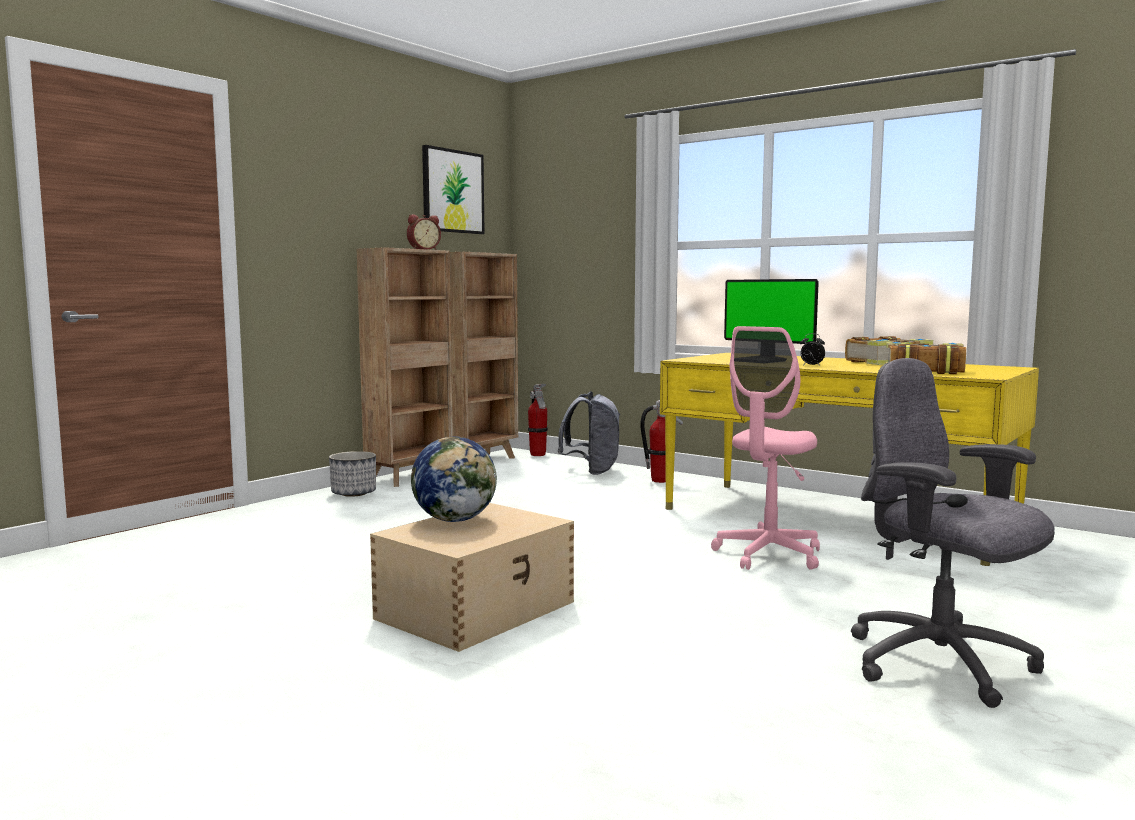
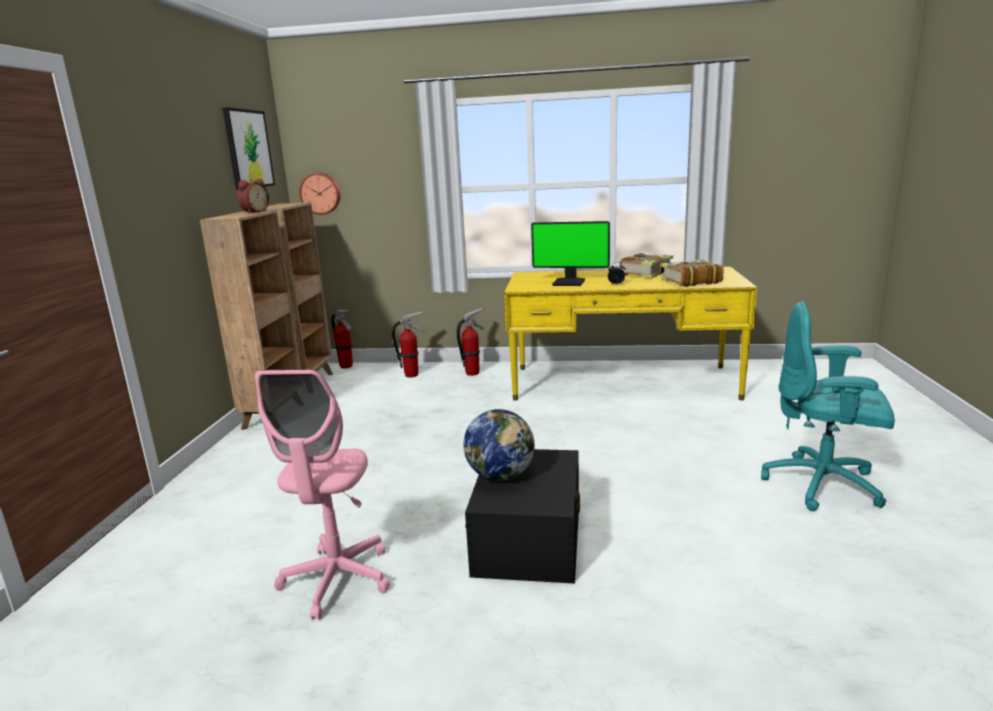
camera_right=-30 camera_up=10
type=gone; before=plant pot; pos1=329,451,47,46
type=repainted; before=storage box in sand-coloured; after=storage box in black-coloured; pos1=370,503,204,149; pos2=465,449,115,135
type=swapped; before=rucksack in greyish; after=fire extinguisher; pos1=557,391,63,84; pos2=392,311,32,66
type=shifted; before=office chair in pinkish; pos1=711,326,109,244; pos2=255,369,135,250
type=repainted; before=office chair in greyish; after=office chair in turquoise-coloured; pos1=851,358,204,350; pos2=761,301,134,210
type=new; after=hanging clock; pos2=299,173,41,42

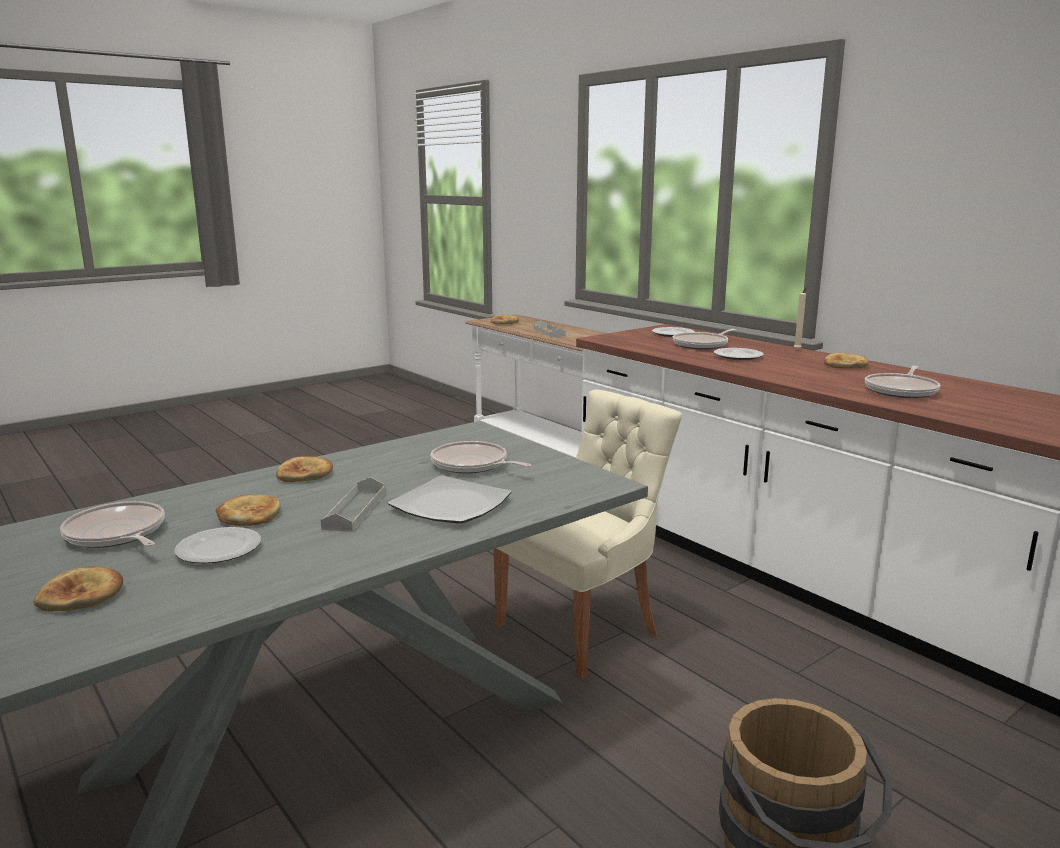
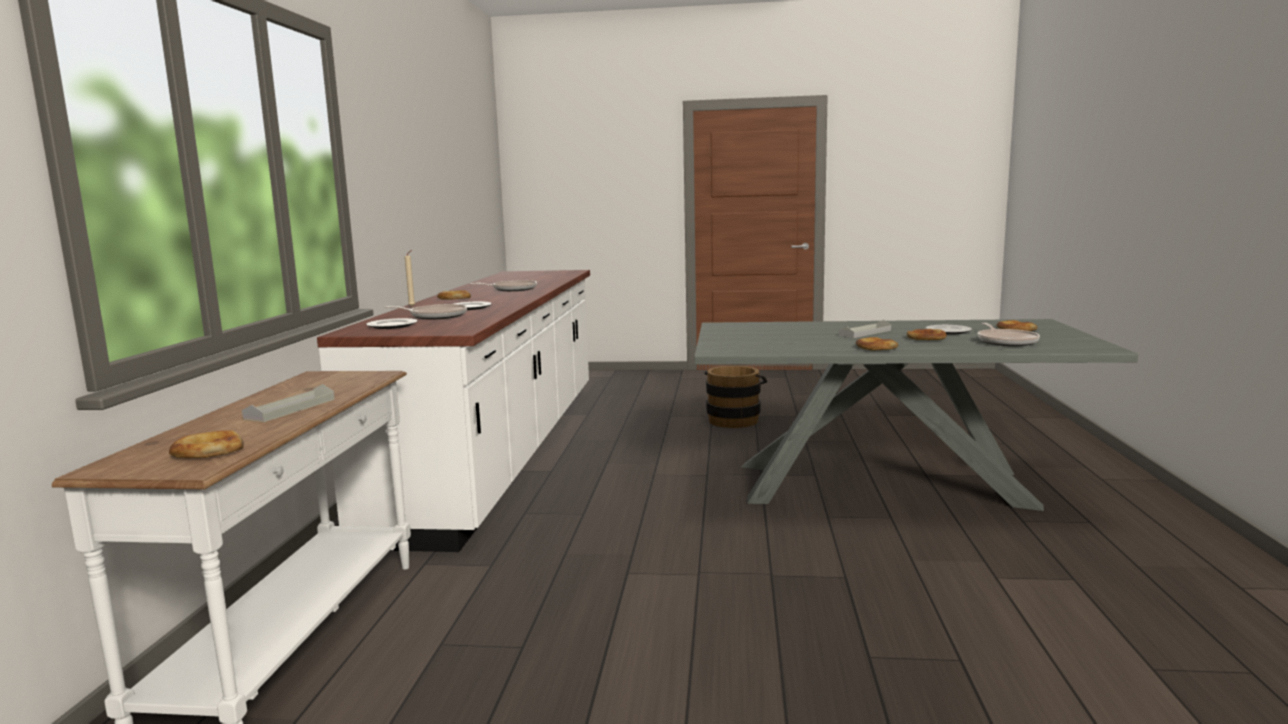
camera_right=-135 camera_up=-5
type=gone; before=dinner plate; pos1=388,475,124,49
type=gone; before=frying pan; pos1=431,441,101,32
type=gone; before=plain chair in sand-coloured; pos1=494,390,188,289

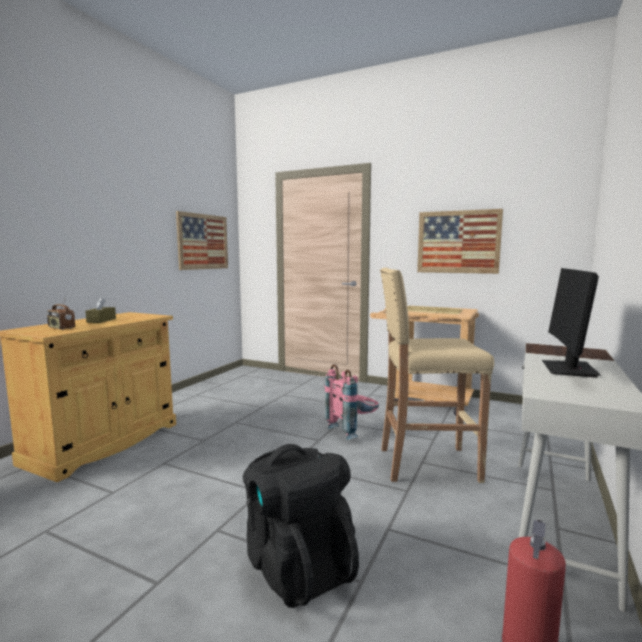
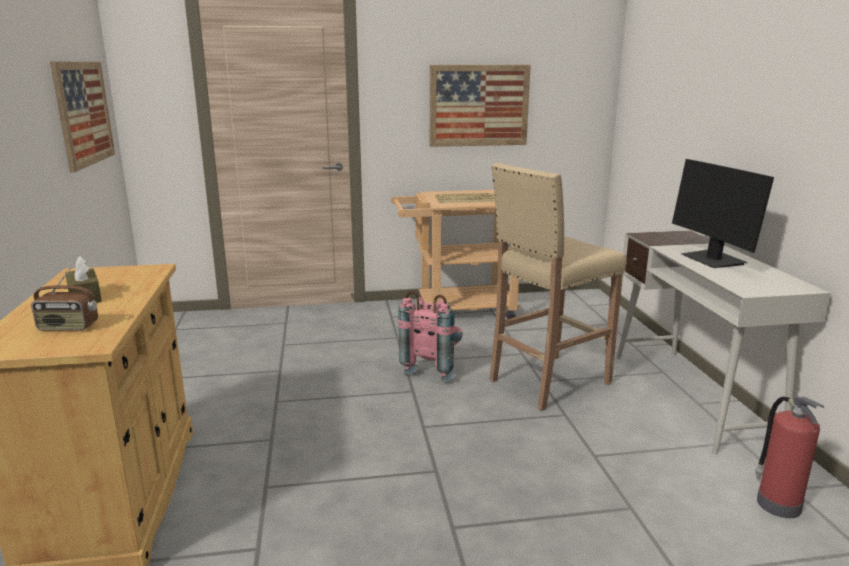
camera_right=-35 camera_up=10
type=gone; before=rucksack in black-coloured; pos1=243,444,116,164

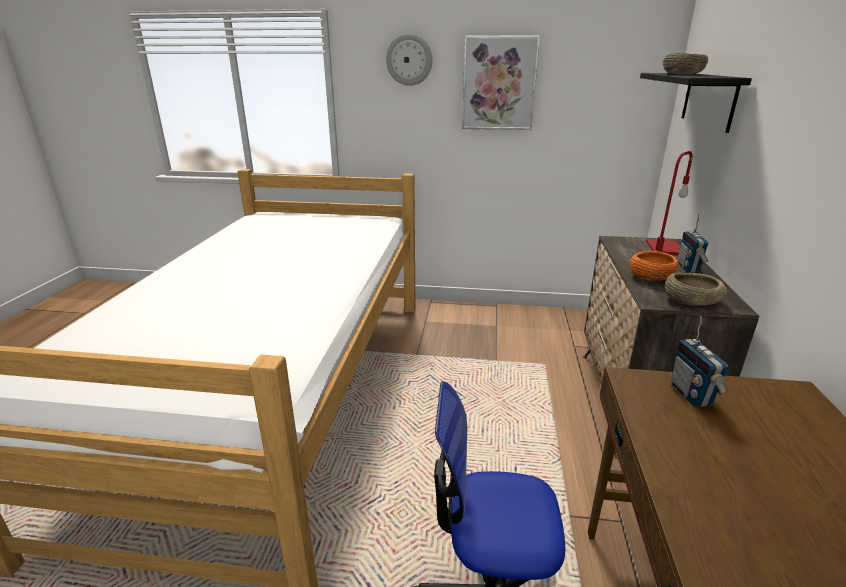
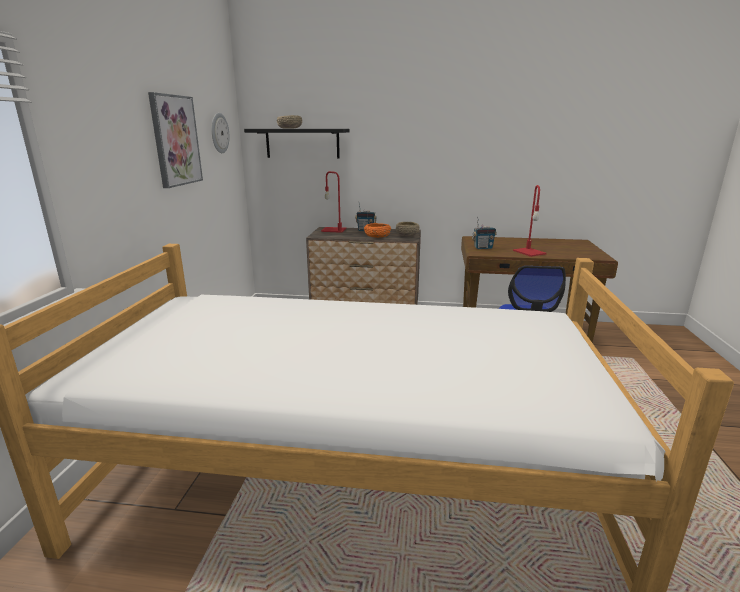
camera_right=-90 camera_up=-5
type=shifted; before=hanging clock; pos1=386,34,46,52; pos2=211,113,19,40
type=new; after=lamp for a table in red; pos2=513,185,34,72

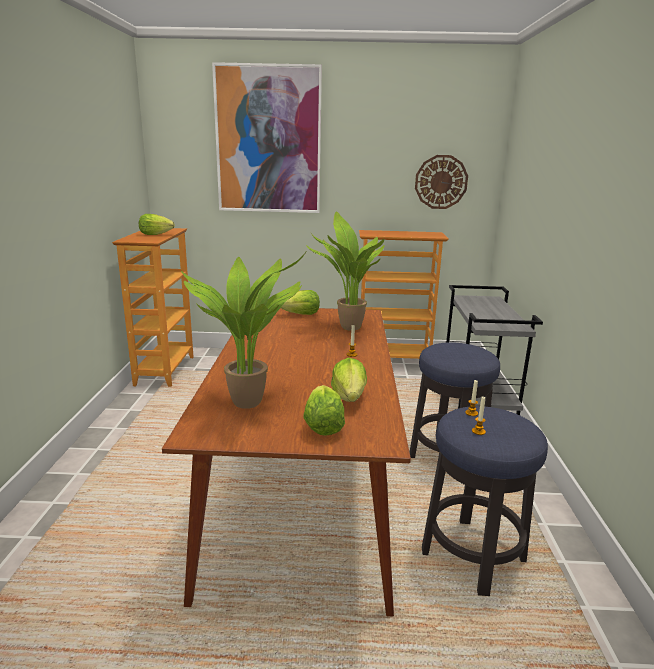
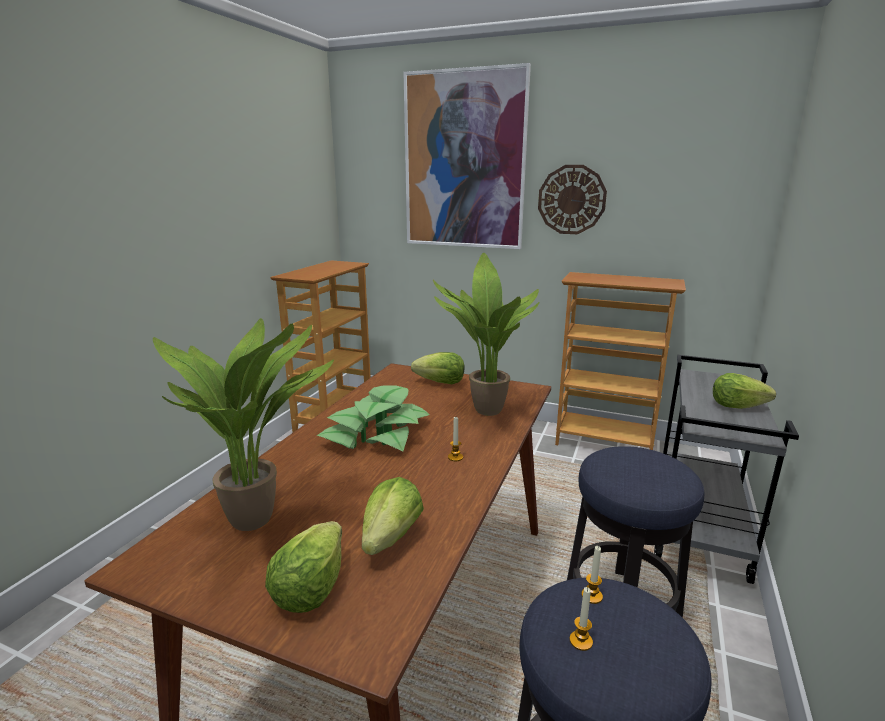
camera_right=20 camera_up=0
type=shifted; before=head of lettuce; pos1=139,214,36,21; pos2=713,373,63,36
type=shifted; before=hanging clock; pos1=415,155,53,54; pos2=538,165,69,69
type=new; after=plant in a pot; pos2=317,385,113,66

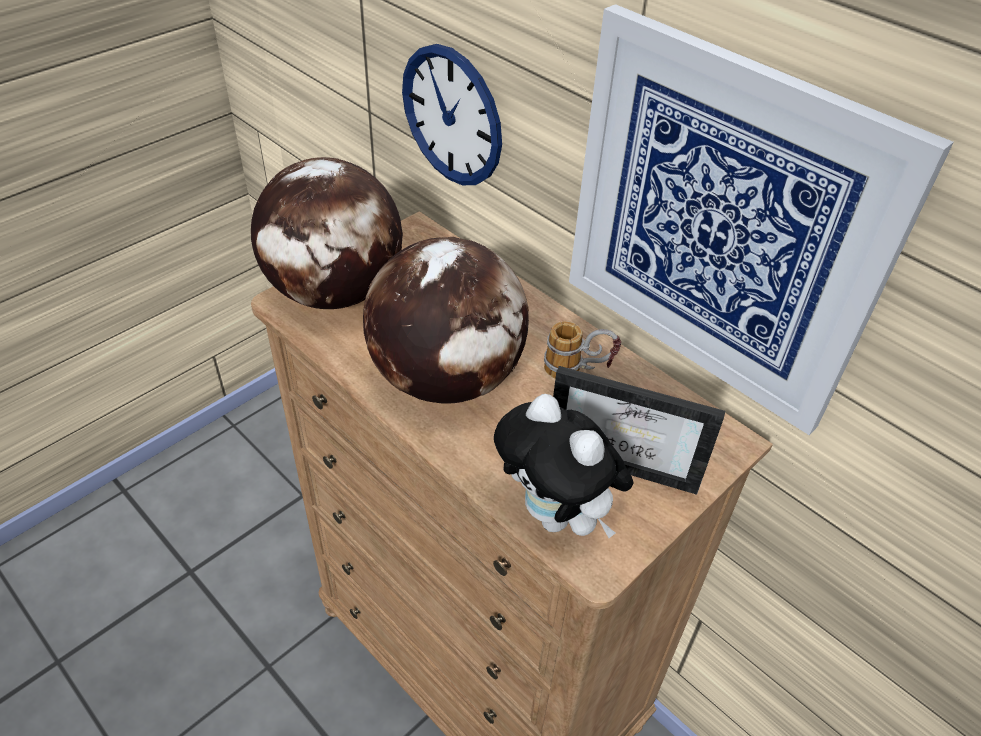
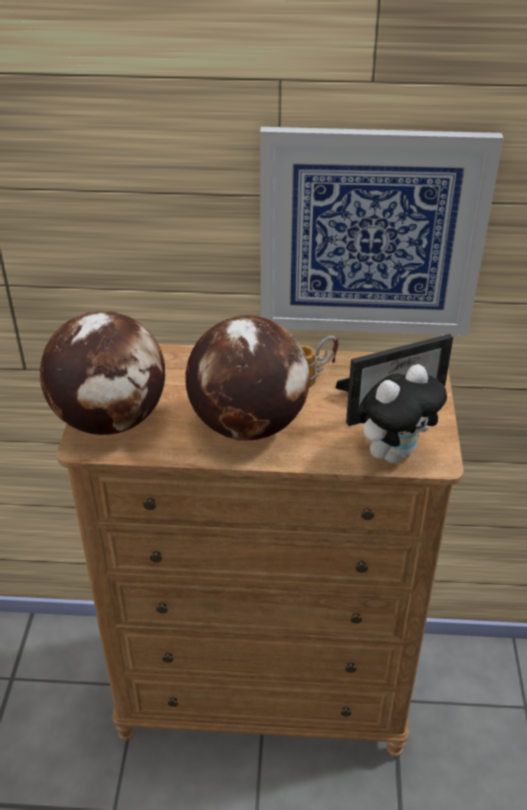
camera_right=-40 camera_up=-5
type=gone; before=hanging clock; pos1=402,44,100,141
type=rotated; before=soft toy; pos1=494,394,140,144; pos2=355,364,92,99; turn=-45

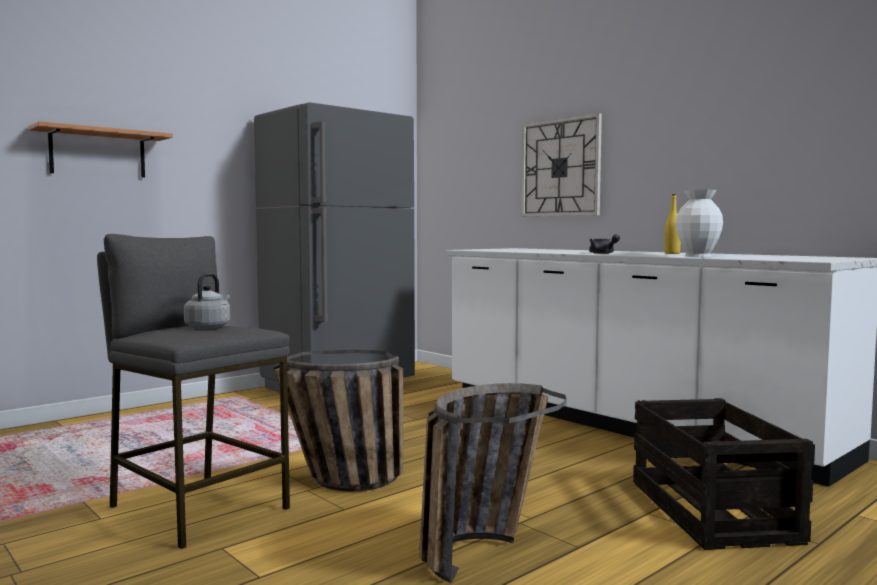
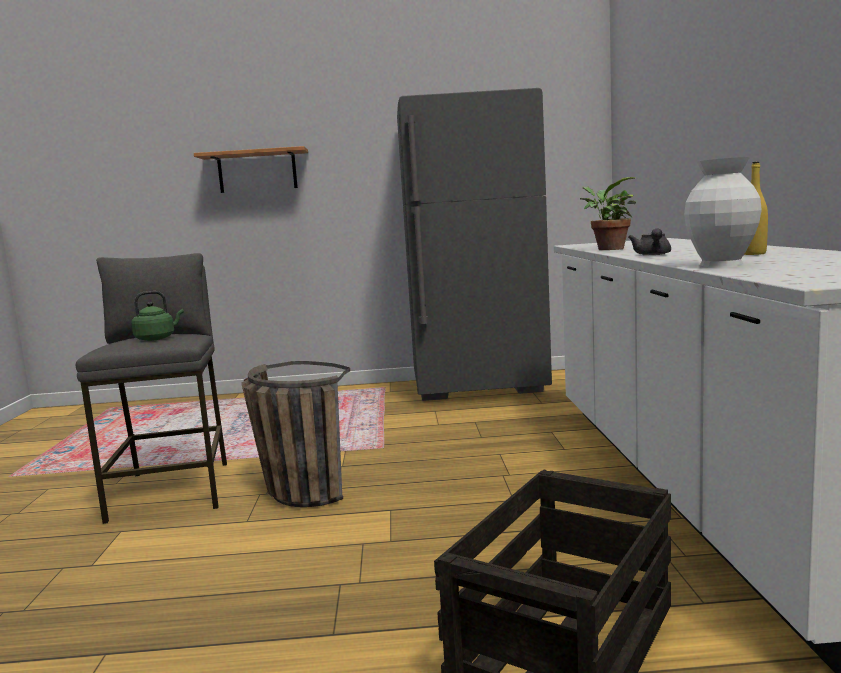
camera_right=40 camera_up=5
type=repainted; before=tea kettle in greyish; after=tea kettle in green-coloured; pos1=184,273,46,56; pos2=131,291,53,50
type=gone; before=storage basket; pos1=419,383,148,200
type=gone; before=hanging clock; pos1=521,113,81,104
type=new; after=plant in a pot; pos2=580,177,57,73

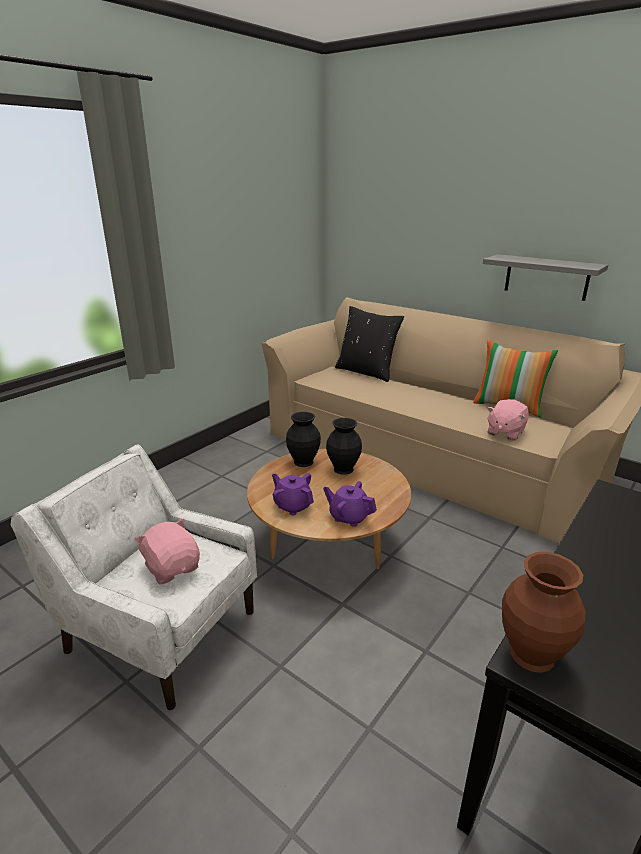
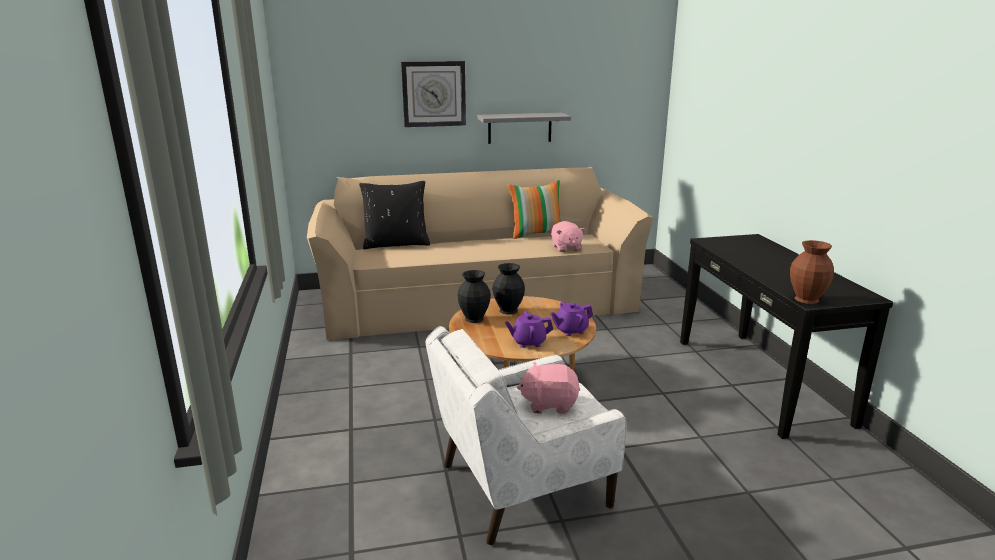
camera_right=-50 camera_up=-5
type=new; after=hanging clock; pos2=401,61,65,66

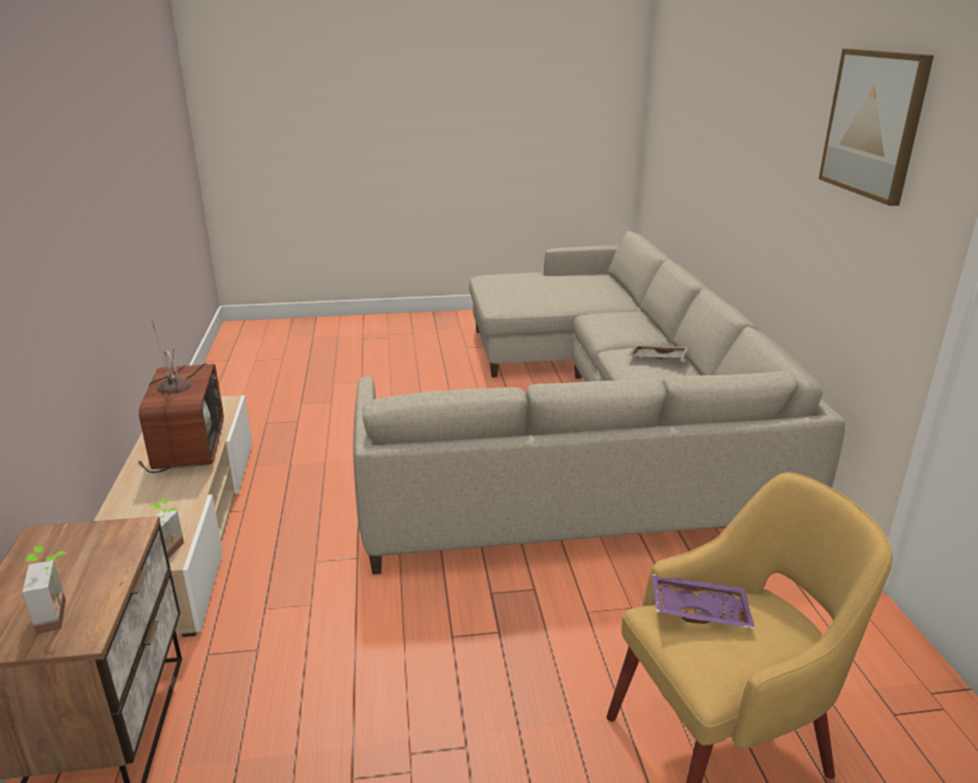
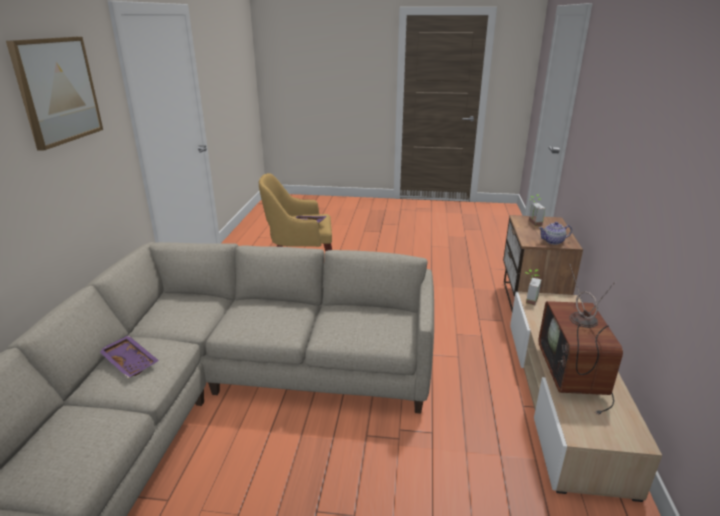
camera_right=-165 camera_up=0
type=repainted; before=tray in greyish; after=tray in purplish; pos1=628,345,60,15; pos2=100,335,59,43
type=new; after=teapot; pos2=539,222,33,23

